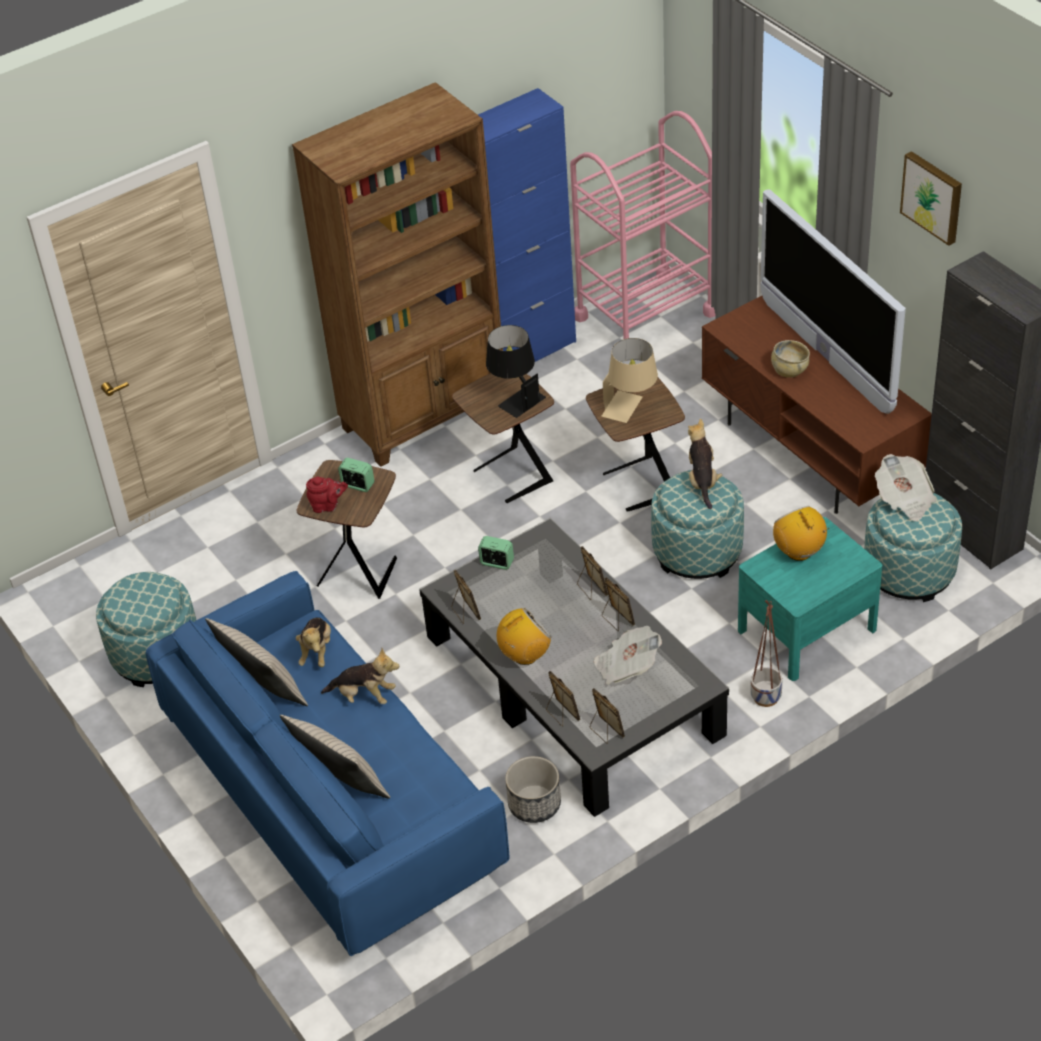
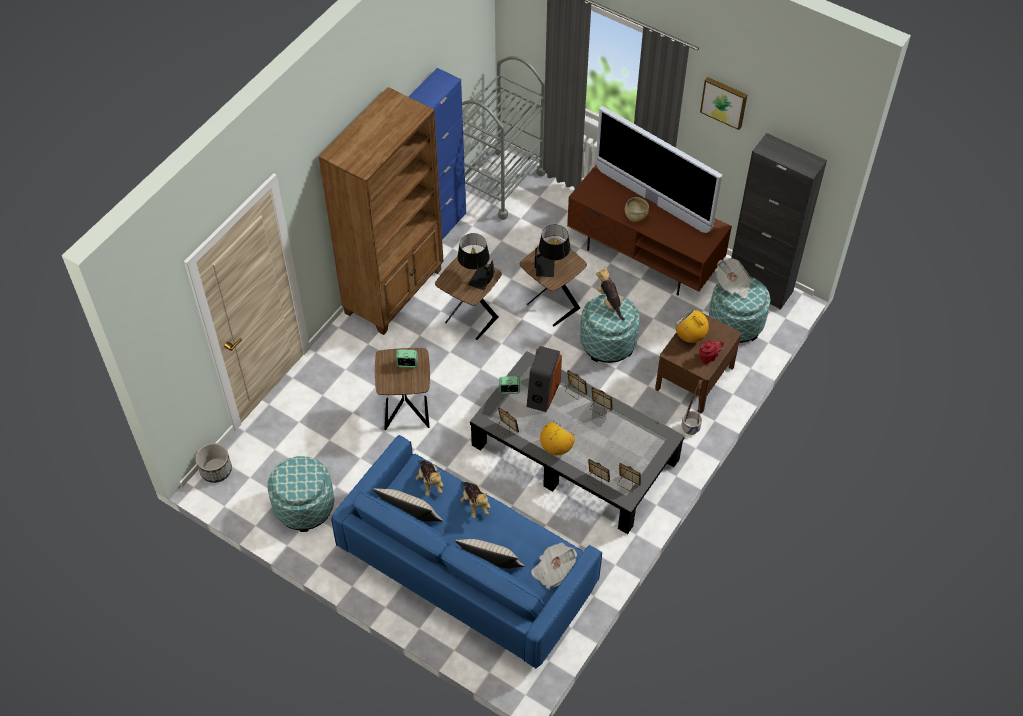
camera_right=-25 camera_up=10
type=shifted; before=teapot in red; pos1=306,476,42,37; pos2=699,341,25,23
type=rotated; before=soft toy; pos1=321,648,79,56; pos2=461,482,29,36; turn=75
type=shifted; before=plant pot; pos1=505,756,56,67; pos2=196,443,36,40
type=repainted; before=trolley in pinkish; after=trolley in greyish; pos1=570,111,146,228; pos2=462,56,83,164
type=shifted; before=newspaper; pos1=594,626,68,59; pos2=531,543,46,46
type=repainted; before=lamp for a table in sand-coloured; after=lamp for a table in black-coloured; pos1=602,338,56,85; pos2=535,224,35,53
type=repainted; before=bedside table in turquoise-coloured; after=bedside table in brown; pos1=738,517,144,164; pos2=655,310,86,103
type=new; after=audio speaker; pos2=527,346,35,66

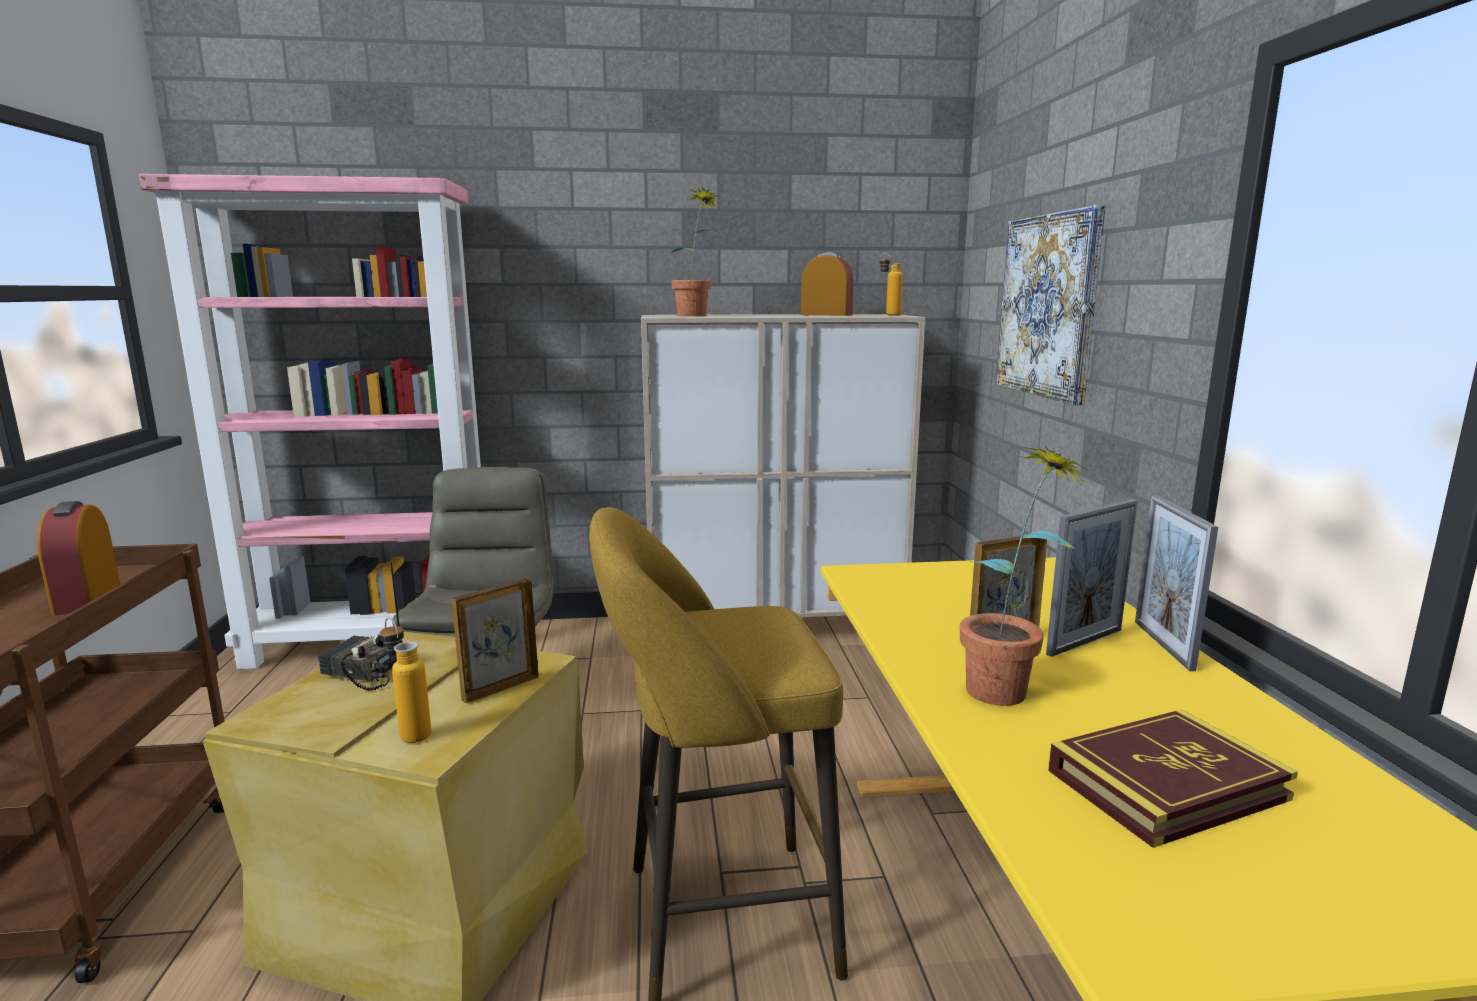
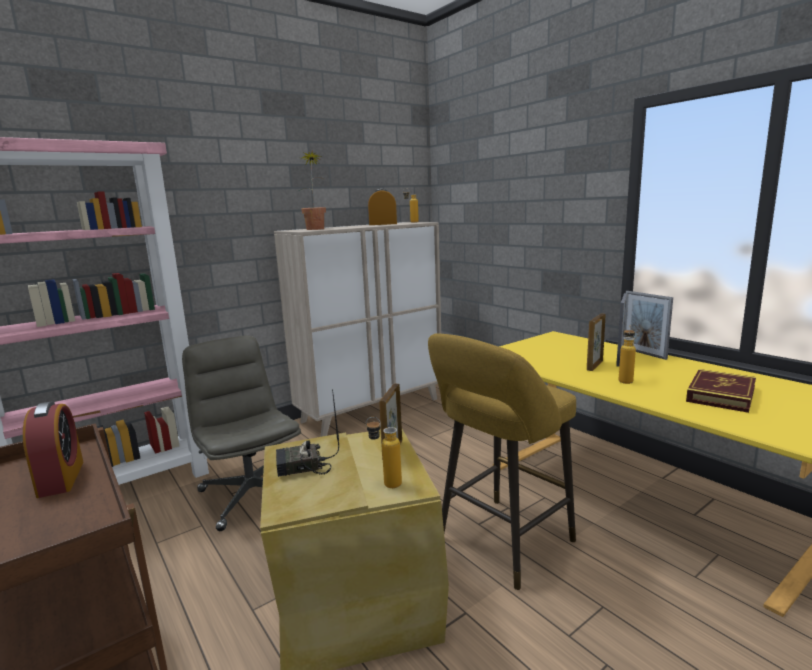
camera_right=-30 camera_up=0
type=rotated; before=bedside clock; pos1=37,501,83,114; pos2=23,401,60,97; turn=-150
type=swapped; before=plant in a pot; after=beverage bottle; pos1=960,446,127,260; pos2=619,328,17,56
type=gone; before=wall art; pos1=996,205,110,200

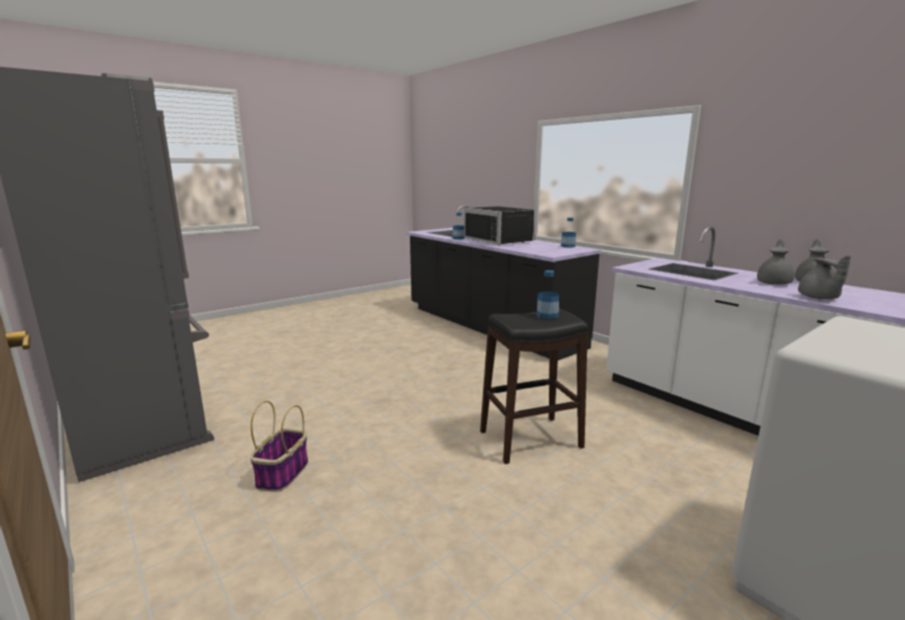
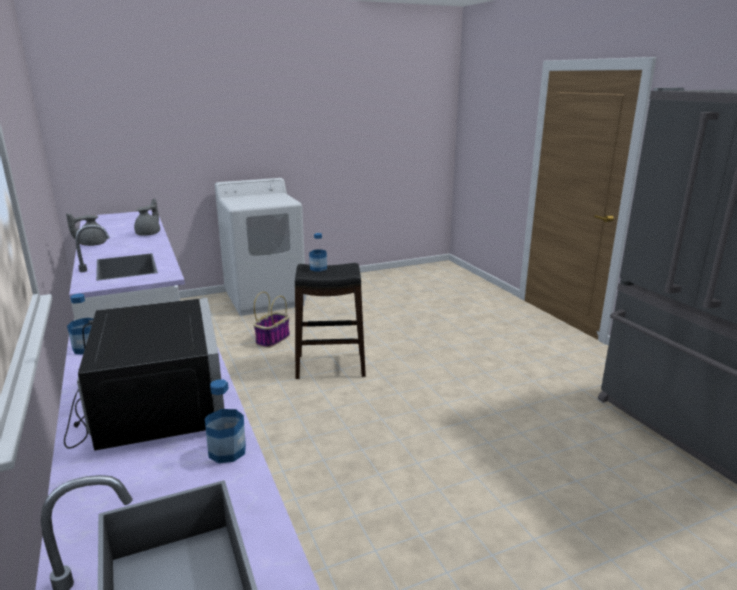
camera_right=-165 camera_up=5
type=shifted; before=storage basket; pos1=250,401,58,91; pos2=253,292,37,56
type=gone; before=teapot in greyish; pos1=757,239,37,46

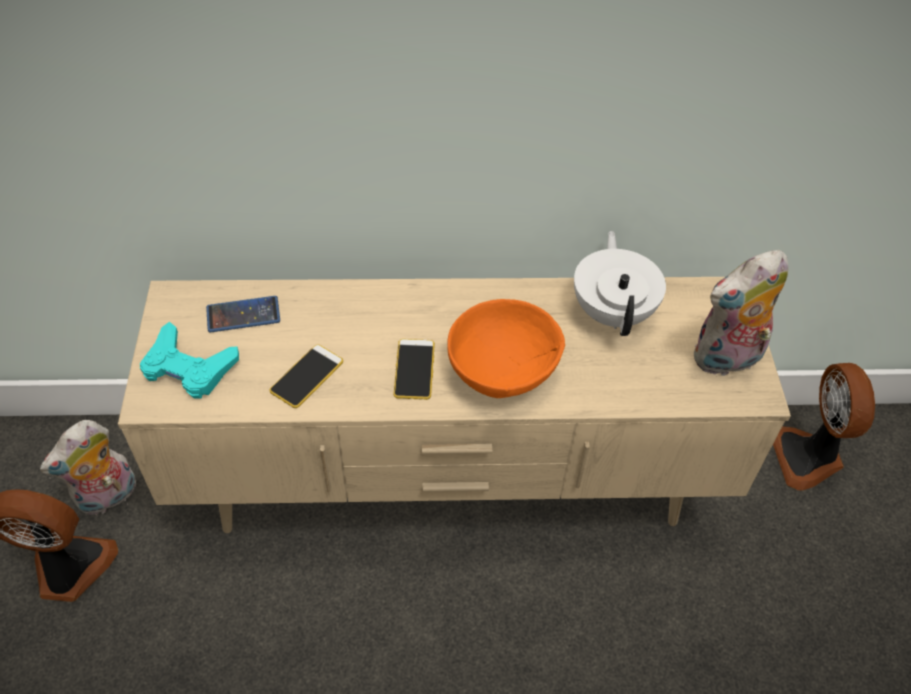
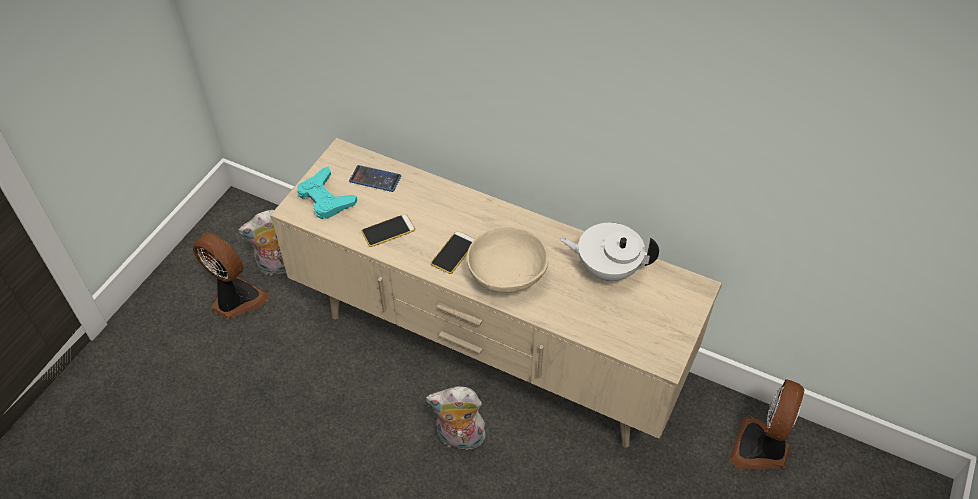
camera_right=30 camera_up=0
type=repainted; before=bowl in orange-coloured; after=bowl in sand-coloured; pos1=447,299,118,99; pos2=467,226,82,67
type=rotated; before=teapot in white-coloured; pos1=574,231,92,105; pos2=560,223,99,58; turn=-105
type=shifted; before=soft toy; pos1=694,250,94,126; pos2=426,386,60,64

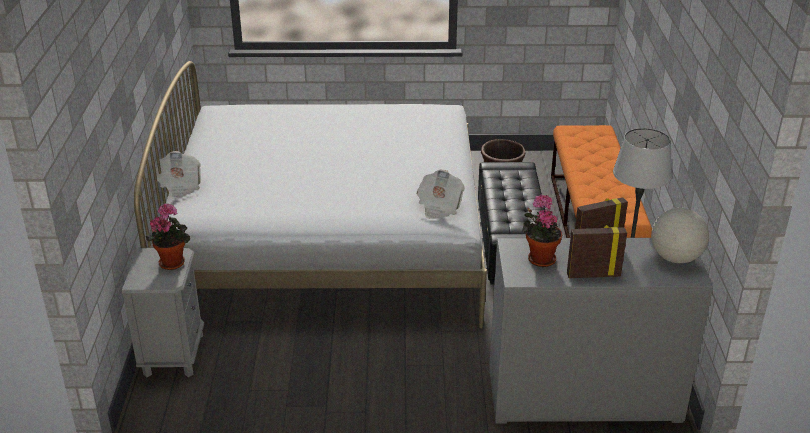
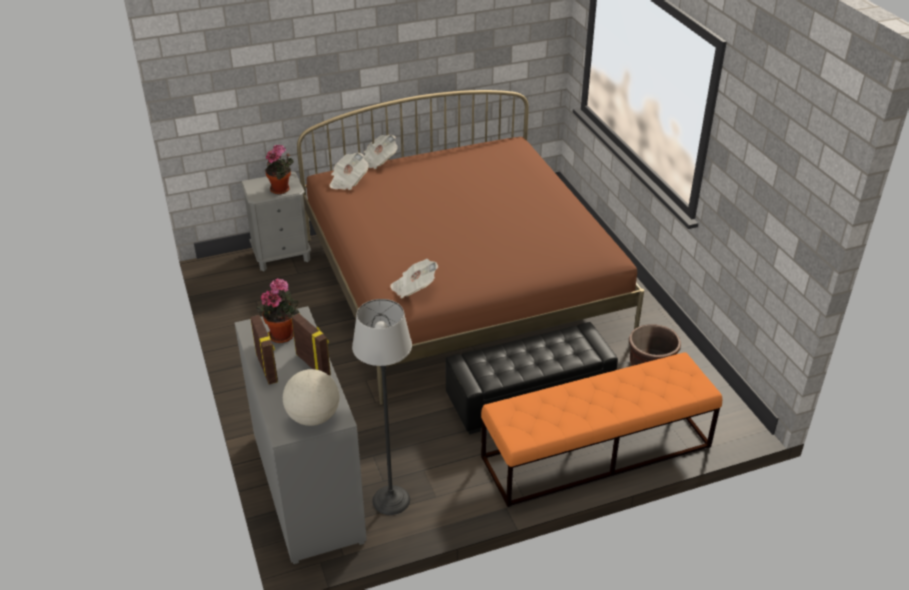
camera_right=70 camera_up=5
type=repainted; before=sleeping bed in white-coloured; after=sleeping bed in brown; pos1=134,61,353,267; pos2=297,90,347,315
type=new; after=newspaper; pos2=329,153,40,37

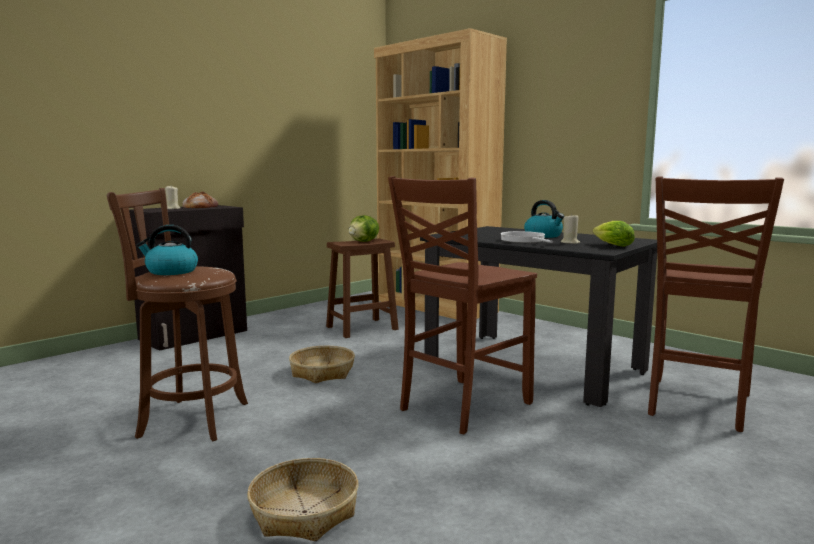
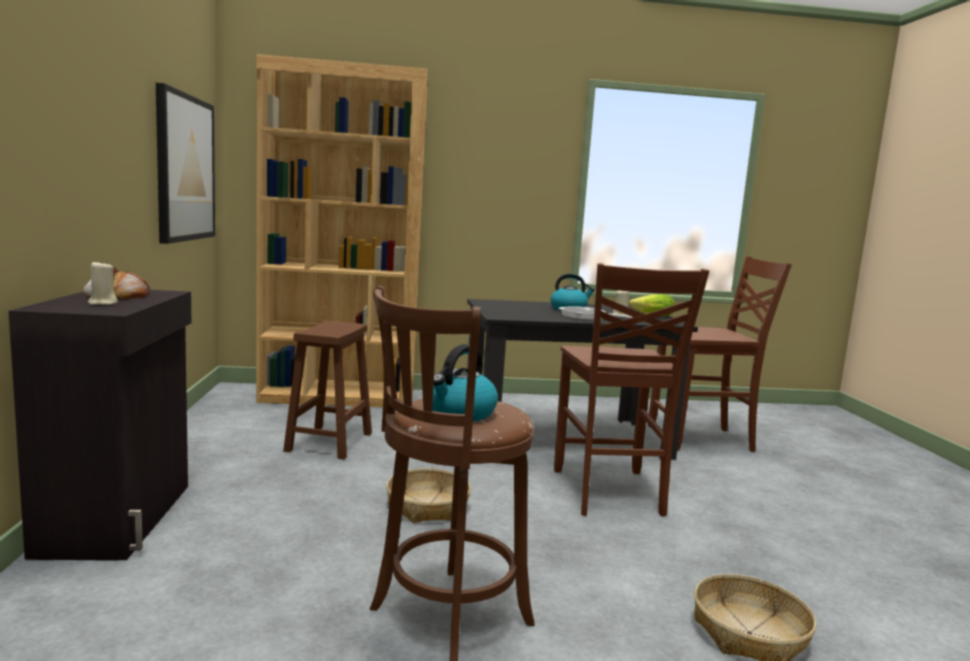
camera_right=-50 camera_up=0
type=gone; before=head of lettuce; pos1=349,215,30,27
type=rotated; before=plain chair in brown; pos1=648,177,136,255; pos2=648,256,144,196; turn=-75
type=new; after=wall art; pos2=156,83,59,161

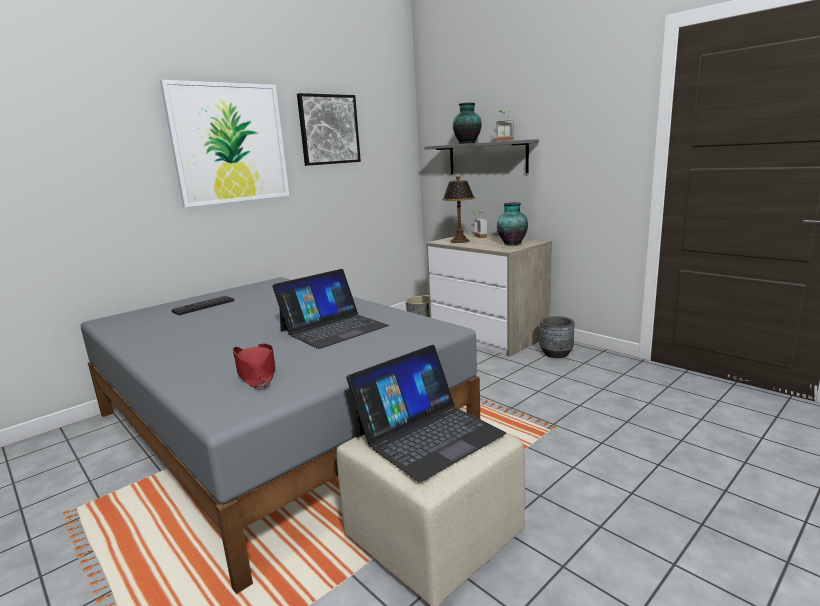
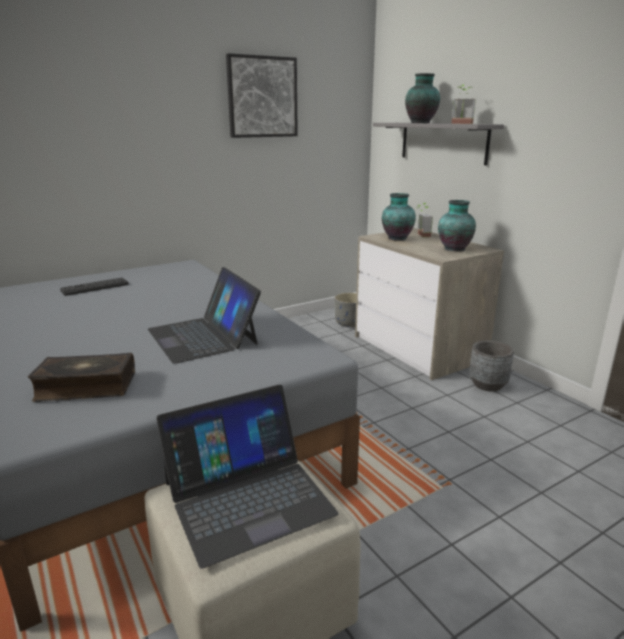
camera_right=10 camera_up=5
type=gone; before=wall art; pos1=160,80,129,127
type=swapped; before=wearable hat in red; after=book; pos1=233,344,43,44; pos2=28,353,107,49
type=rotated; before=laptop; pos1=272,269,117,80; pos2=148,267,113,97; turn=90
type=swapped; before=lamp for a table; after=vase; pos1=442,176,33,67; pos2=382,193,34,48

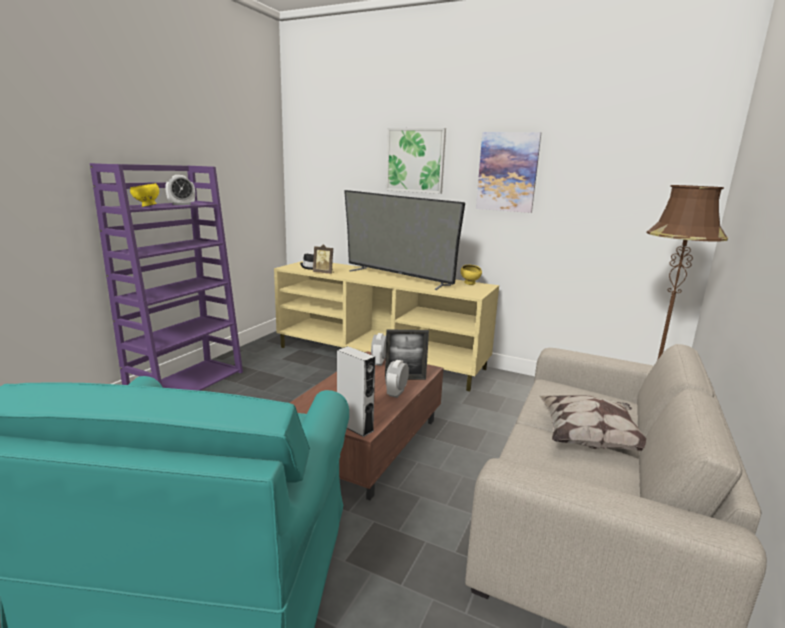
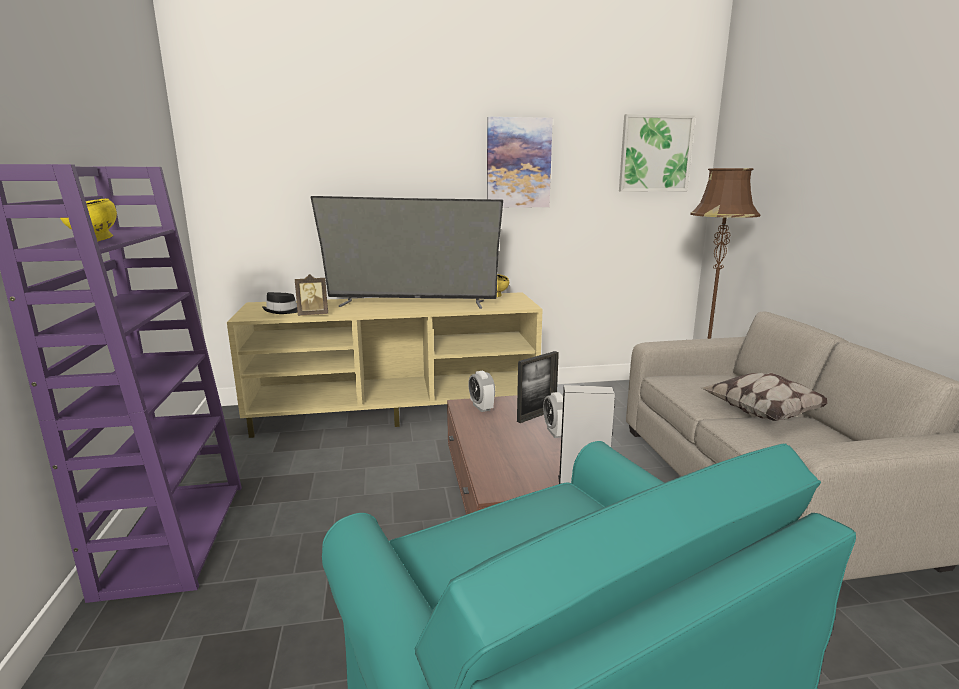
camera_right=-35 camera_up=0
type=gone; before=bedside clock; pos1=165,175,30,30
type=shifted; before=wall art; pos1=386,128,60,66; pos2=619,114,76,78

